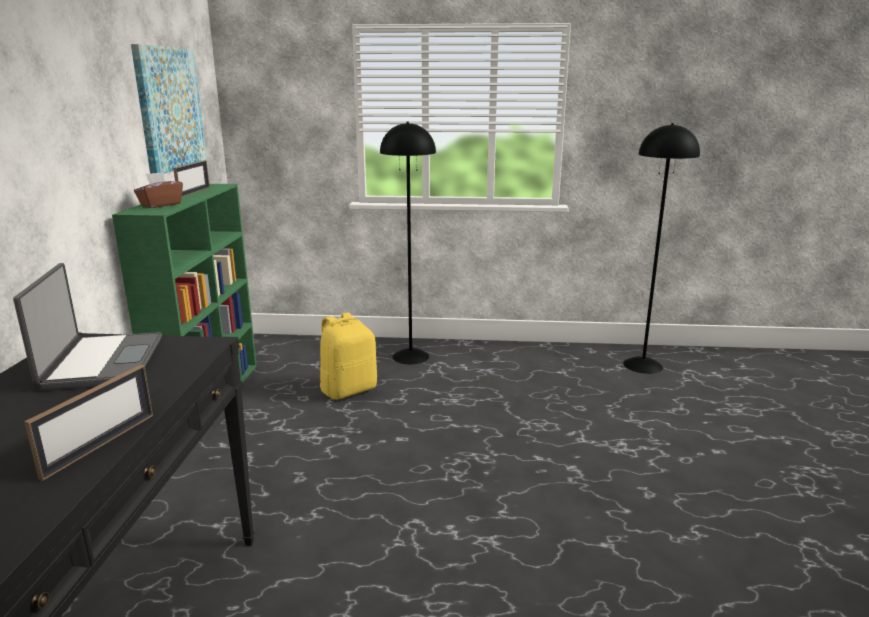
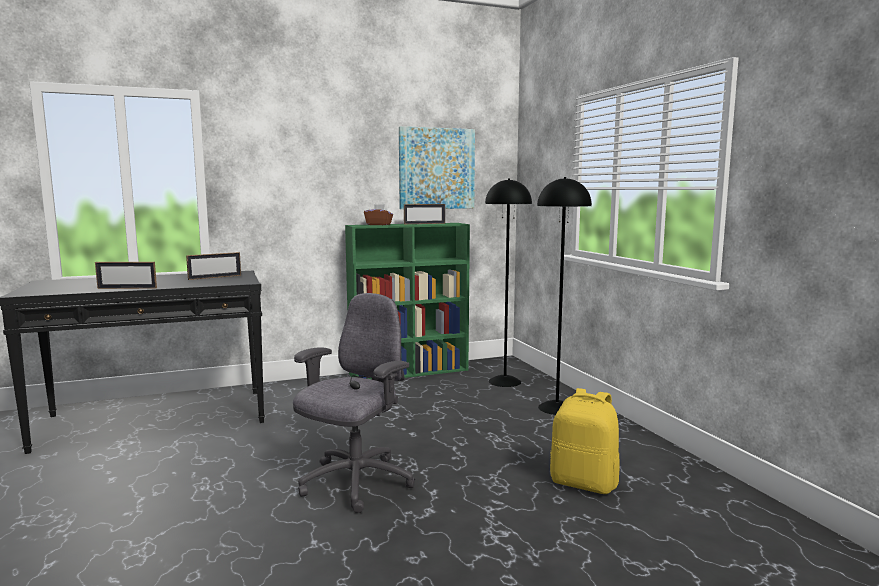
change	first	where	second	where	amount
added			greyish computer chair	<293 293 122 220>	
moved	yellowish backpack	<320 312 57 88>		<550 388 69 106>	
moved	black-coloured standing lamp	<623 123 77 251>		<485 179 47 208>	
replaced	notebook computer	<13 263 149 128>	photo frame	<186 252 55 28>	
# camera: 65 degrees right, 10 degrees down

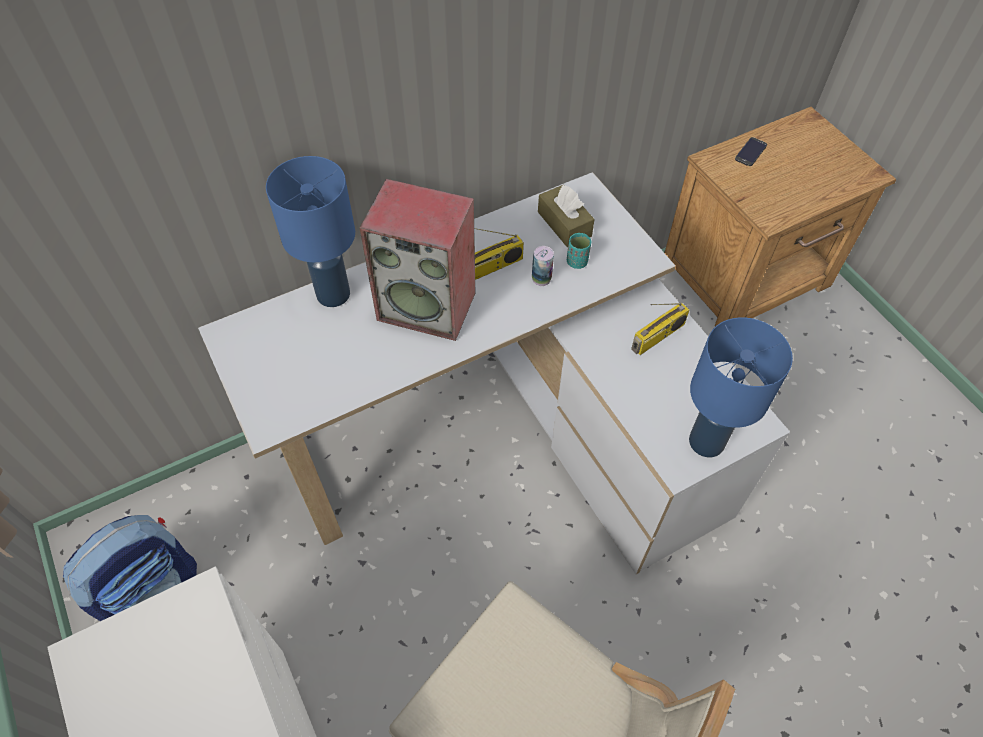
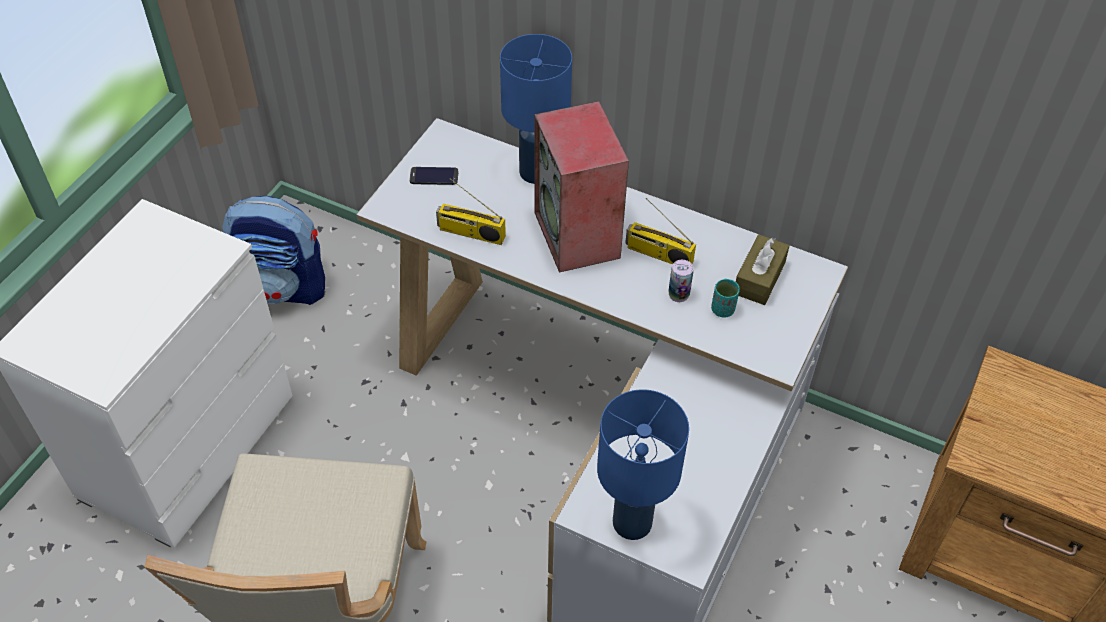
change	first	where	second	where	amount
moved	radio set	<631 302 58 53>		<436 178 70 67>	
moved	telephone	<735 137 32 29>		<409 167 49 18>	
# camera: 55 degrees right, 5 degrees down

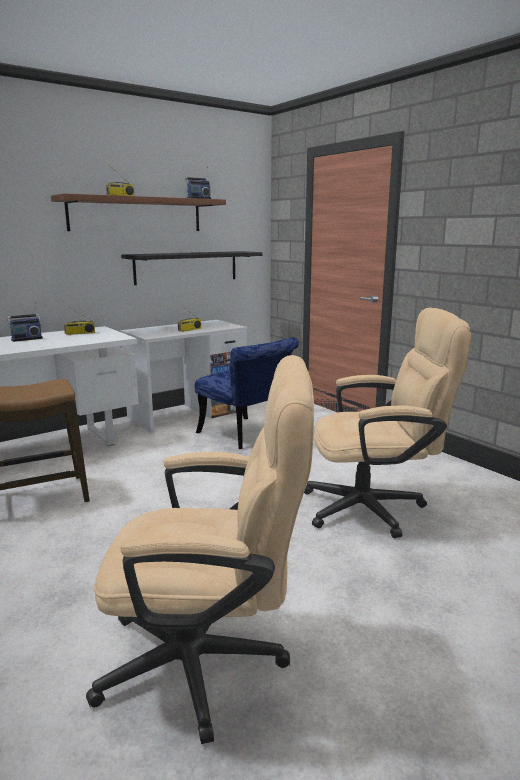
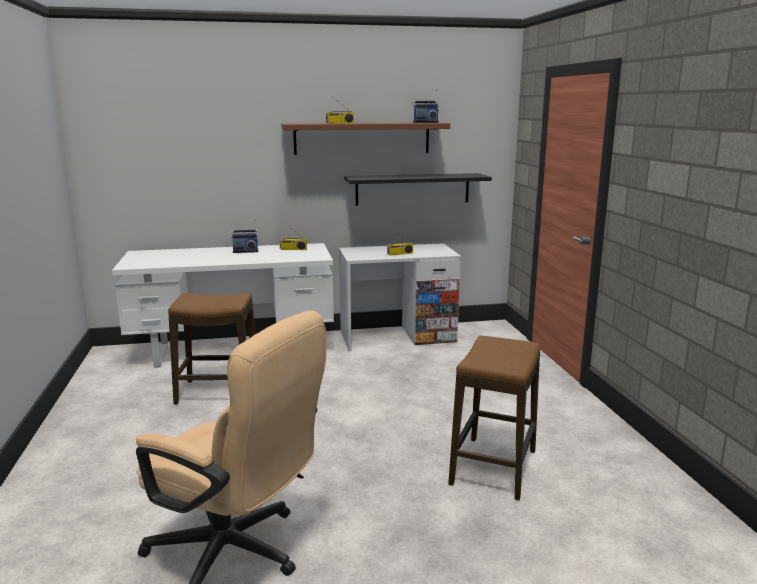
change	first	where	second	where	amount
removed	blue-coloured chair	<195 337 104 112>			
replaced	beige-coloured computer chair	<304 308 167 230>	stool seat	<448 336 93 164>	
# camera: 25 degrees right, 0 degrees up

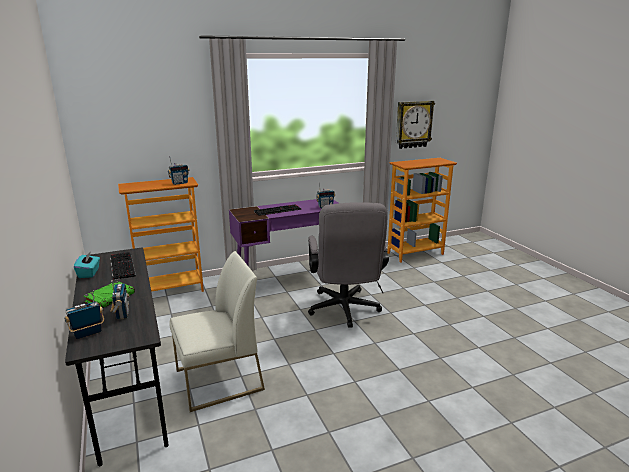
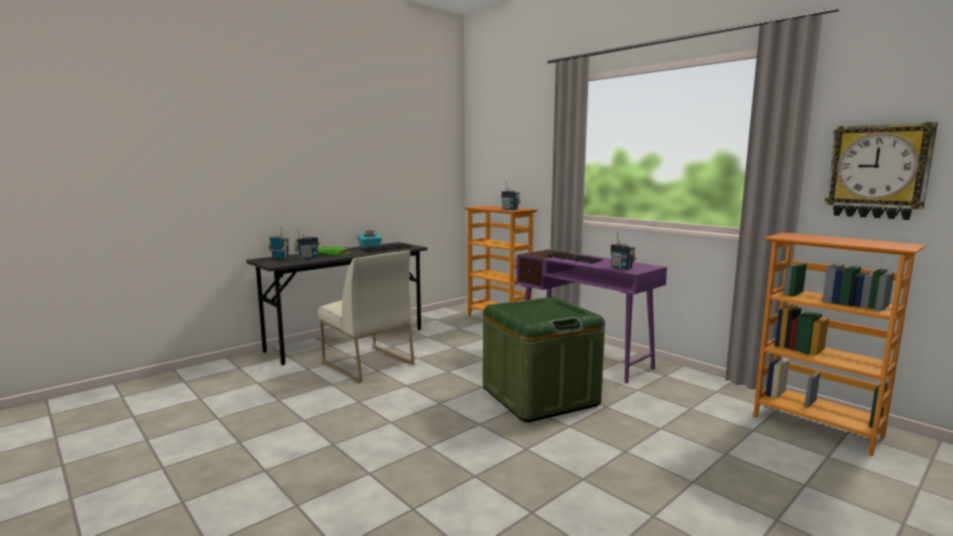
change	first	where	second	where	amount
replaced	greyish computer chair	<308 202 81 126>	greenish storage box	<483 297 122 125>	
# camera: 70 degrees right, 10 degrees down

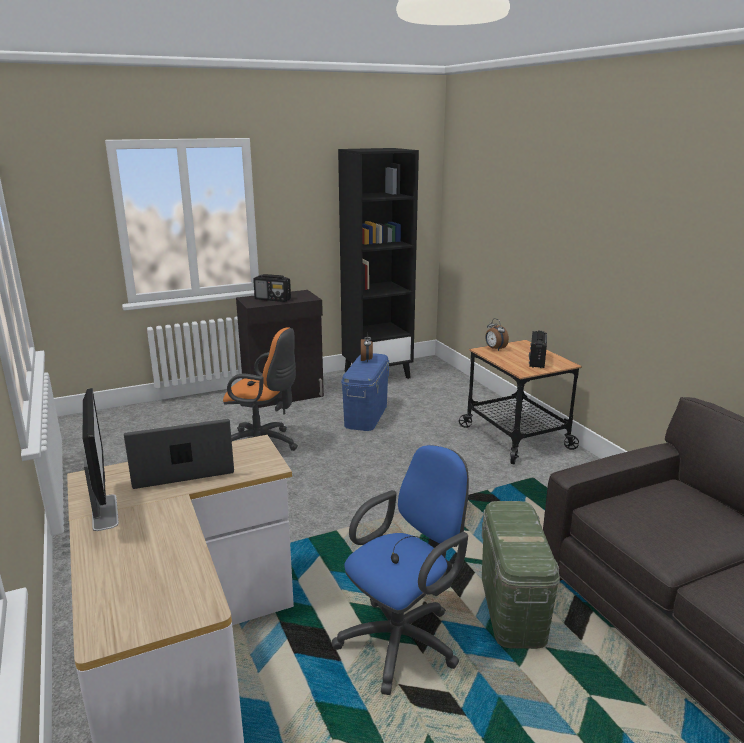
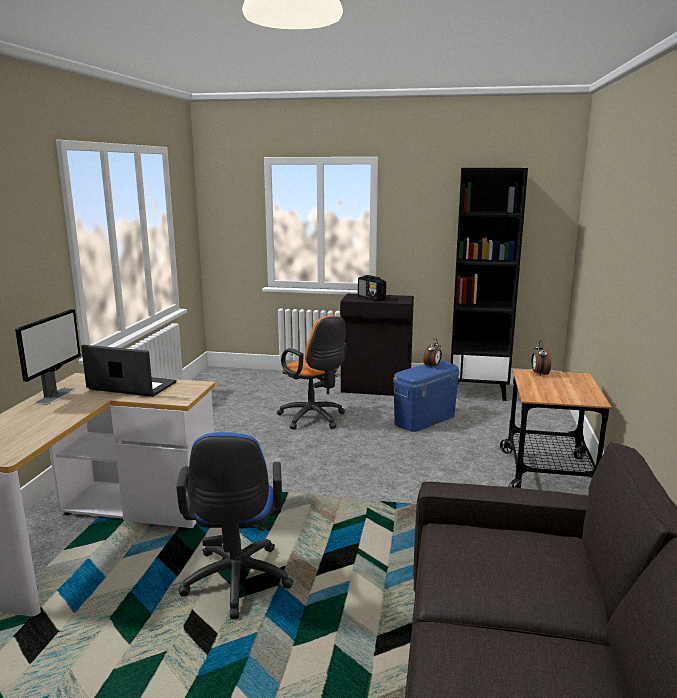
change	first	where	second	where	amount
removed	greenish storage box	<482 501 78 148>			
removed	radio set	<529 331 18 37>			
turned	blue-coloured computer chair	<332 445 137 250>		<176 432 117 187>	90 degrees clockwise
# camera: 35 degrees right, 5 degrees down

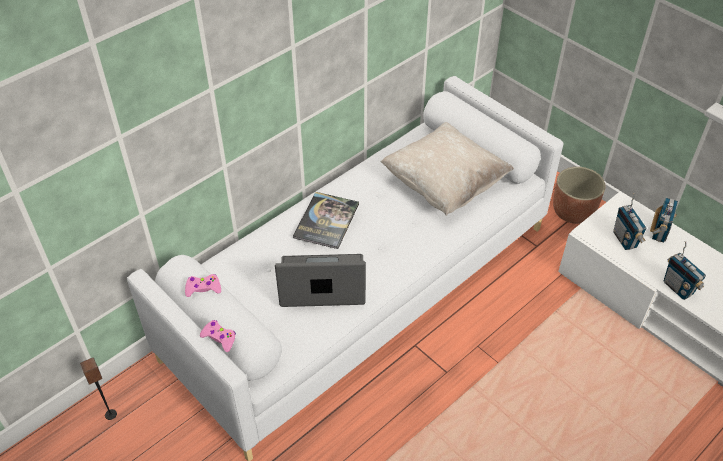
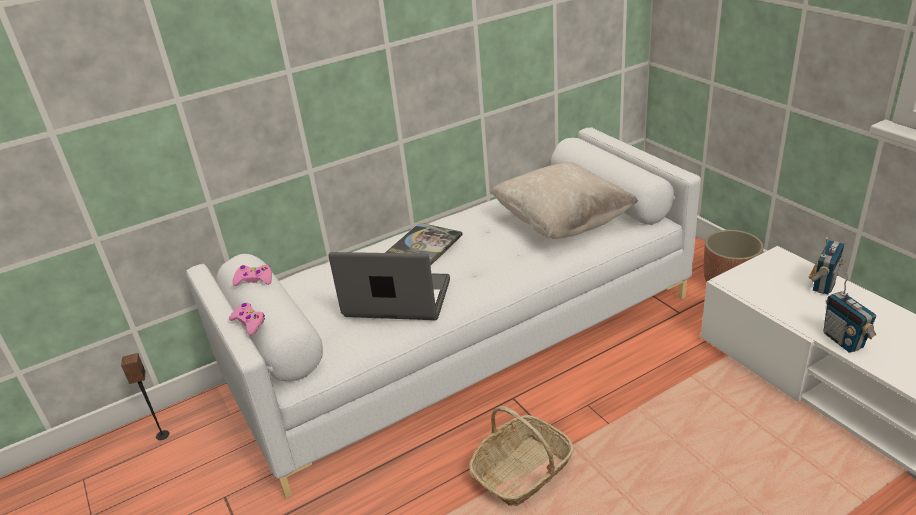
change	first	where	second	where	amount
removed	radio set	<613 193 33 57>			
added			household basket	<469 406 105 100>	
# camera: 15 degrees right, 15 degrees down

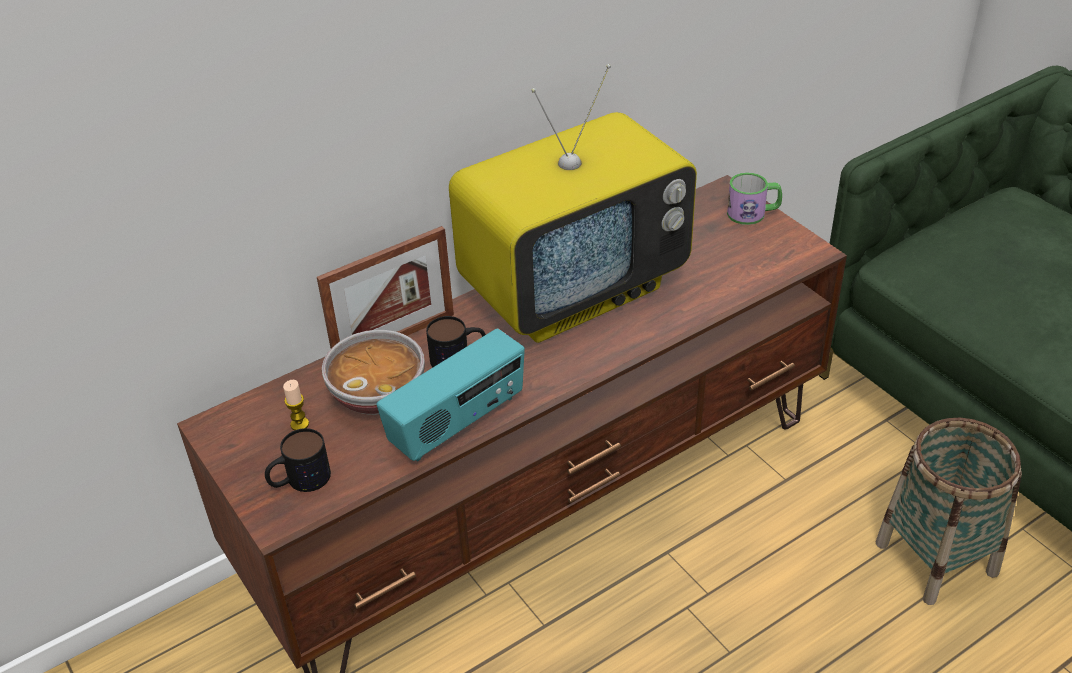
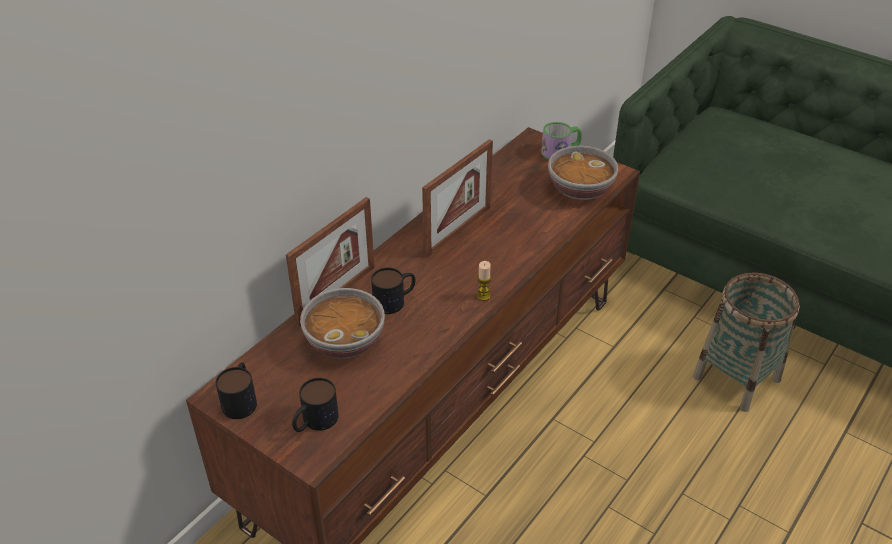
change	first	where	second	where	amount
removed	radio set	<377 328 148 134>			
added			tea mug	<216 362 41 57>	
added			serving bowl	<548 146 70 54>	
moved	wax light	<283 380 26 50>		<477 261 15 40>	
replaced	TV	<449 64 248 279>	photo frame	<422 139 71 119>	
# camera: 20 degrees left, 0 degrees up

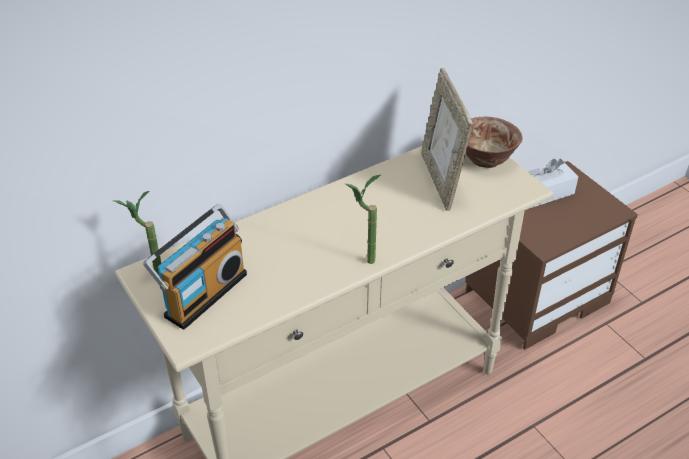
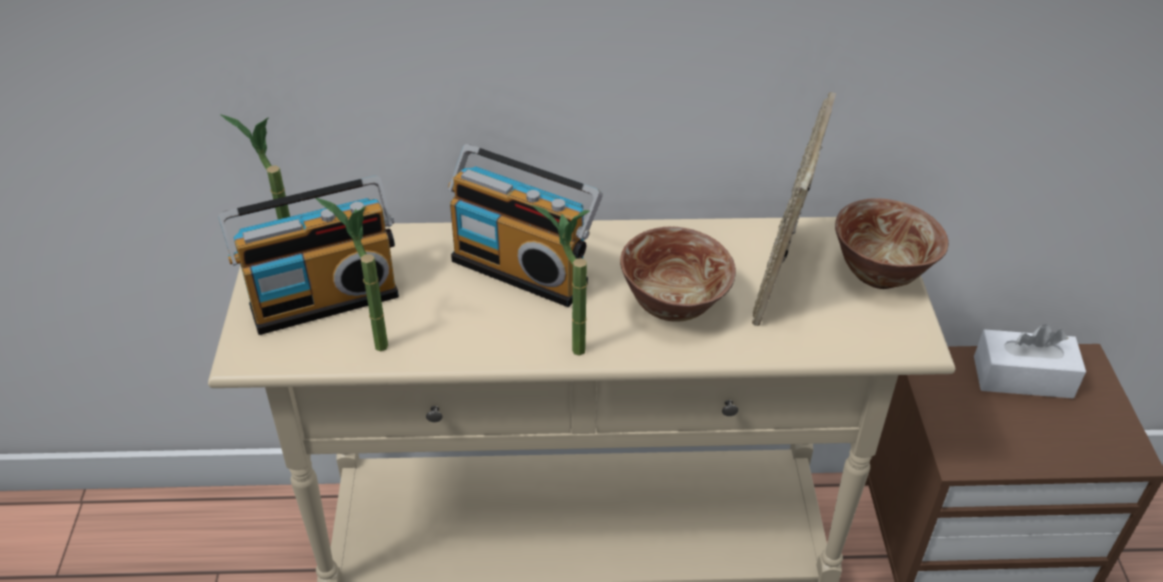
change	first	where	second	where	amount
added			potted plant	<316 198 72 154>	
added			radio set	<448 144 155 163>	
added			serving bowl	<620 227 116 95>	
# camera: 30 degrees right, 0 degrees up

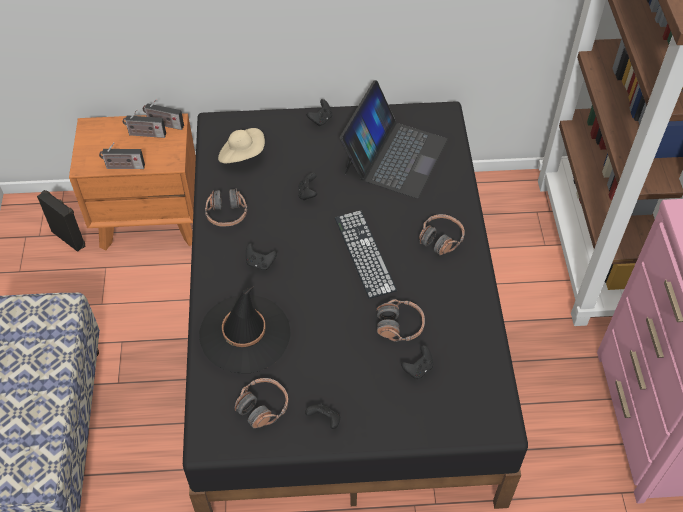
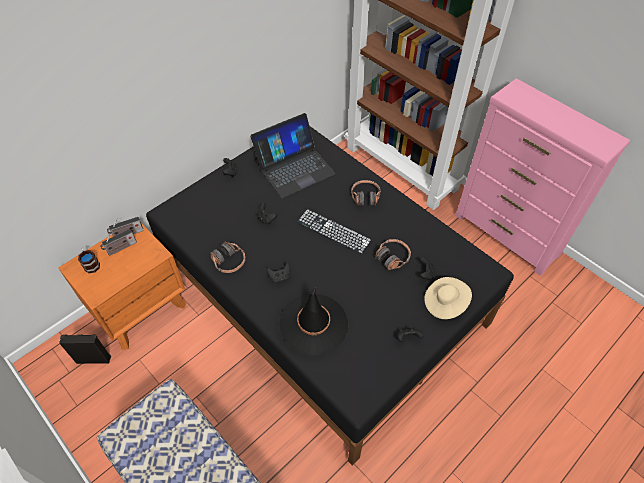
change	first	where	second	where	amount
removed	radio set	<99 143 46 26>			
removed	headphones	<234 378 54 50>			
added			tea mug	<78 248 22 25>	
moved	beige-coloured clothing hat	<218 128 47 36>		<424 277 48 42>	
turned	notebook computer	<340 80 108 118>		<250 113 86 85>	75 degrees clockwise
# camera: 40 degrees left, 0 degrees up

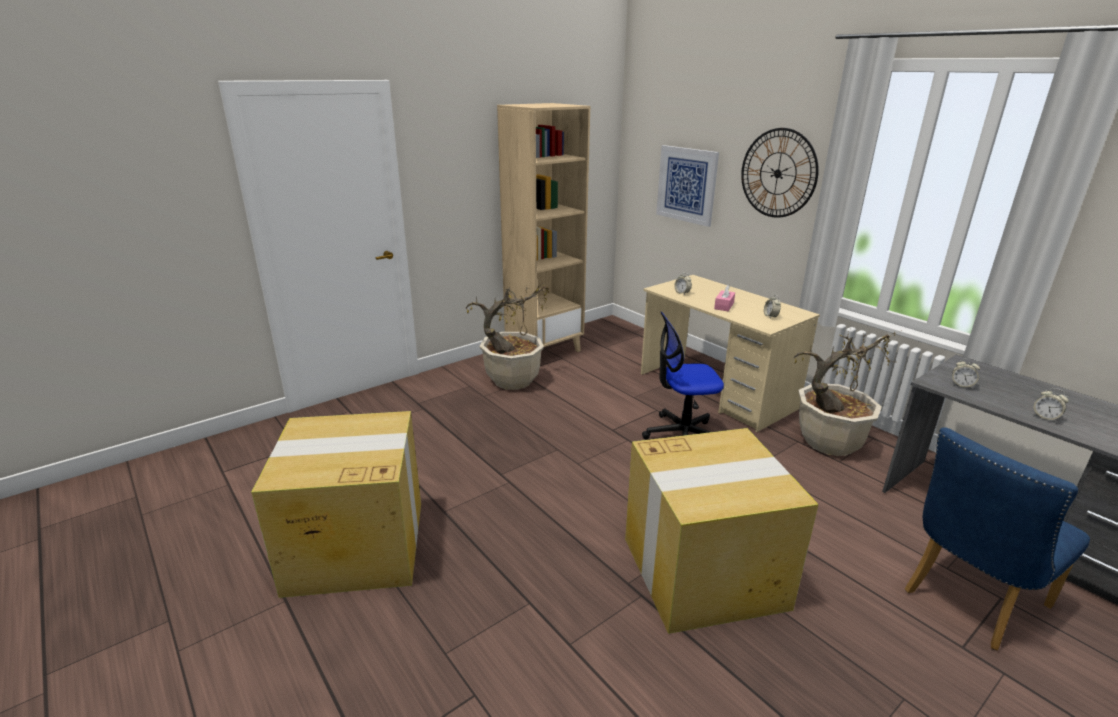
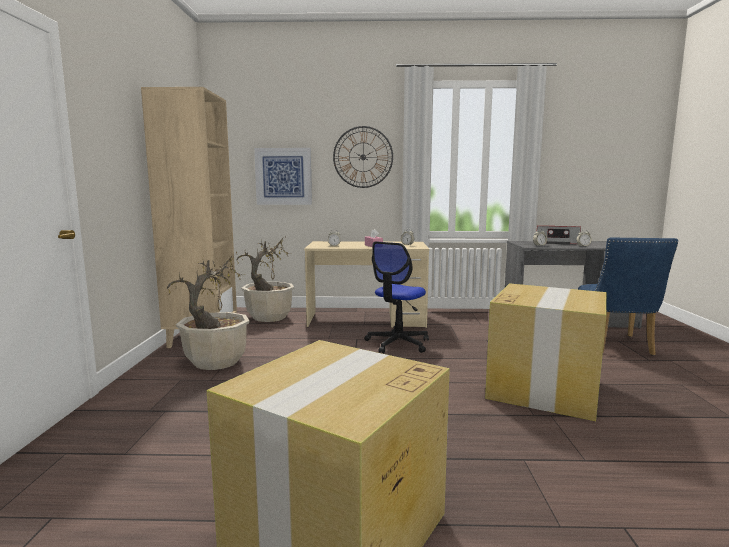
change	first	where	second	where	amount
added			radio set	<536 226 45 18>	
moved	potted plant	<793 330 109 126>		<236 235 58 87>	
# camera: 50 degrees left, 15 degrees down

